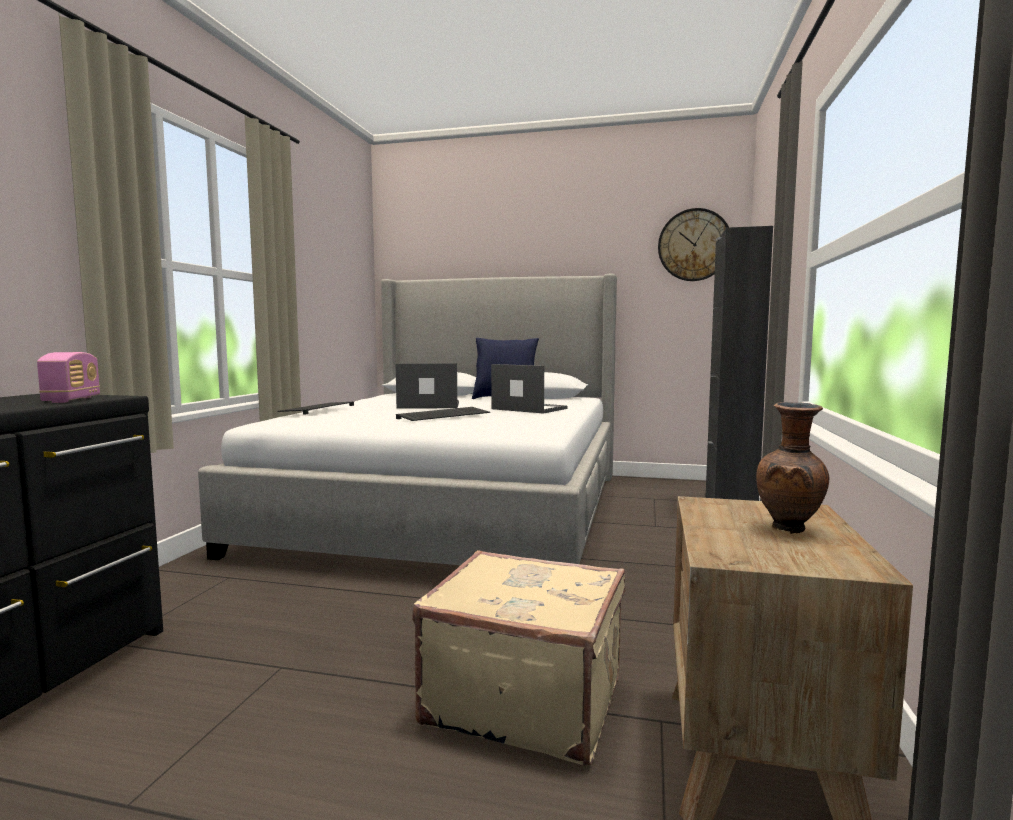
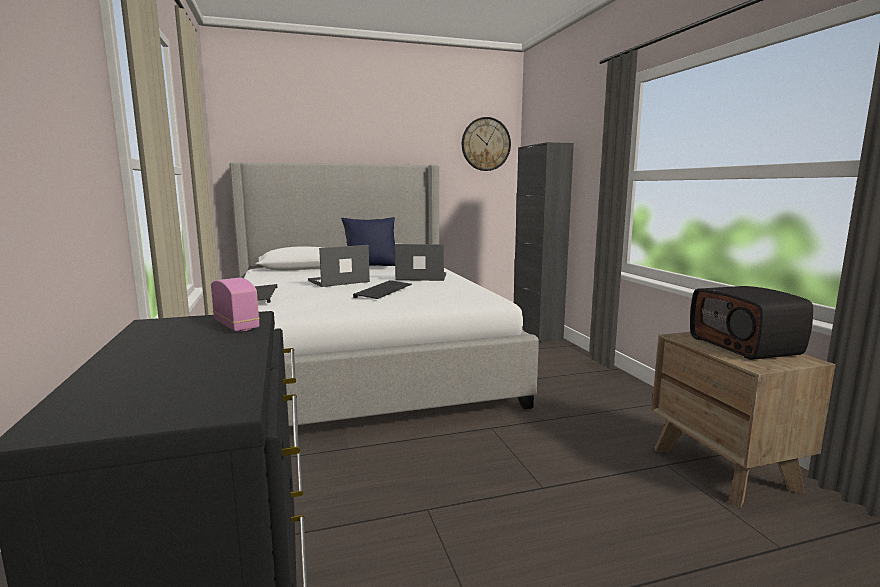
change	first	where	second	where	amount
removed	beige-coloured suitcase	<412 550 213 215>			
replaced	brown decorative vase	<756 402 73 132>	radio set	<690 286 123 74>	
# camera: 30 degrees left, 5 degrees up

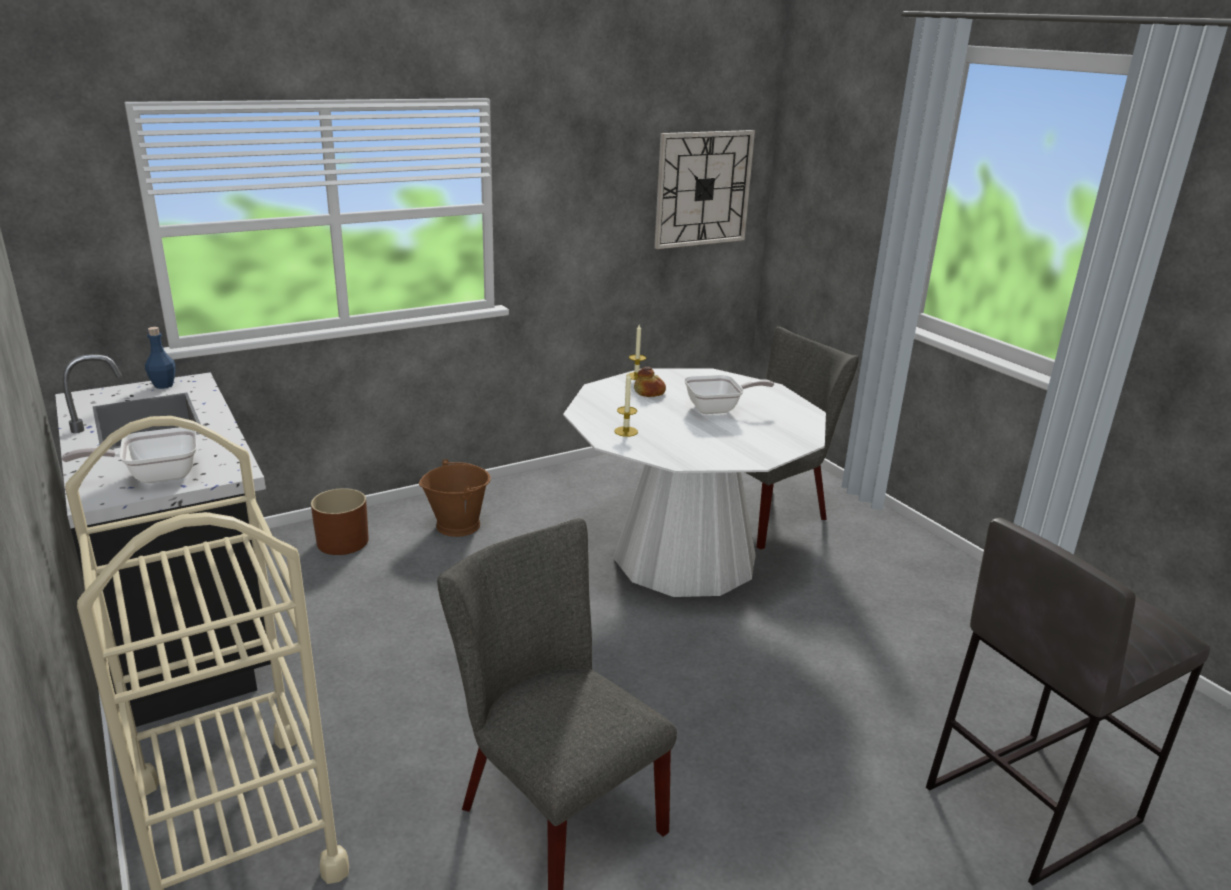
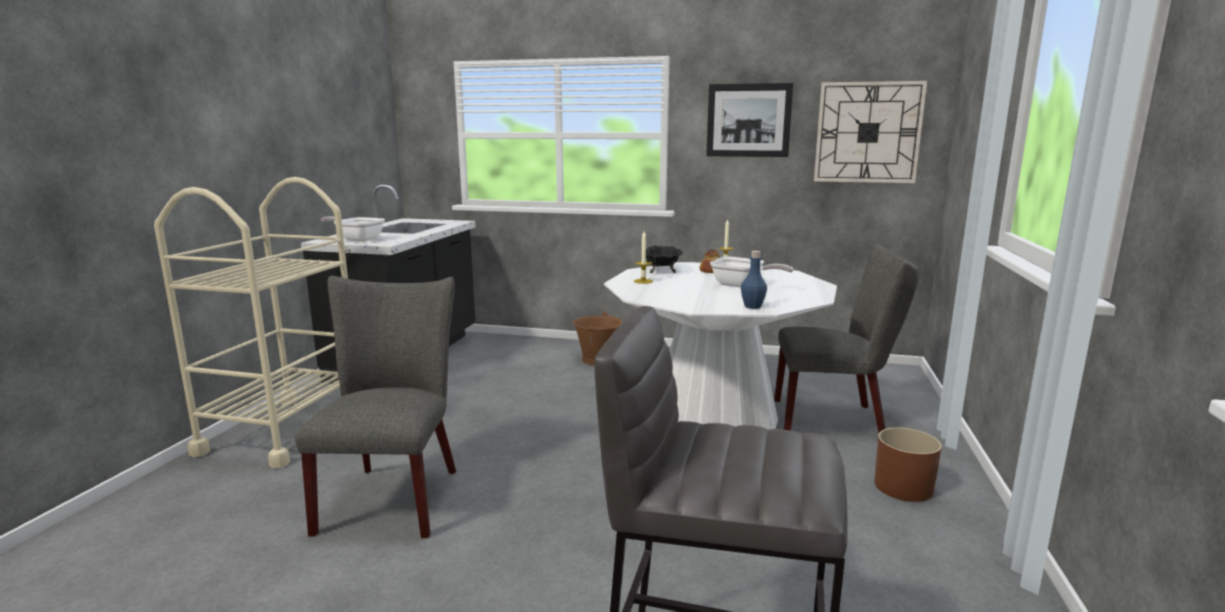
change	first	where	second	where	amount
added			black-coloured serving bowl	<646 245 37 28>	
added			wall picture	<706 83 87 74>	
moved	blue-coloured bottle	<145 327 31 62>		<741 251 26 58>	
moved	brown planter	<311 488 58 67>		<874 427 68 75>	
# camera: 45 degrees right, 10 degrees down

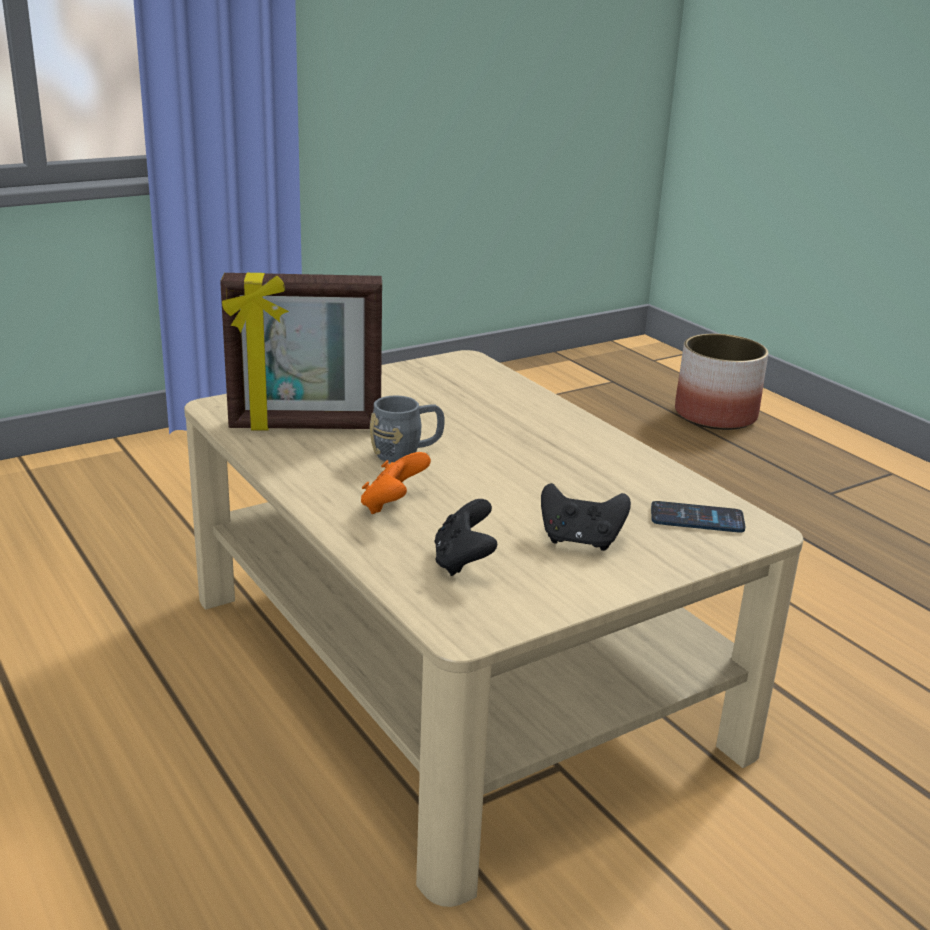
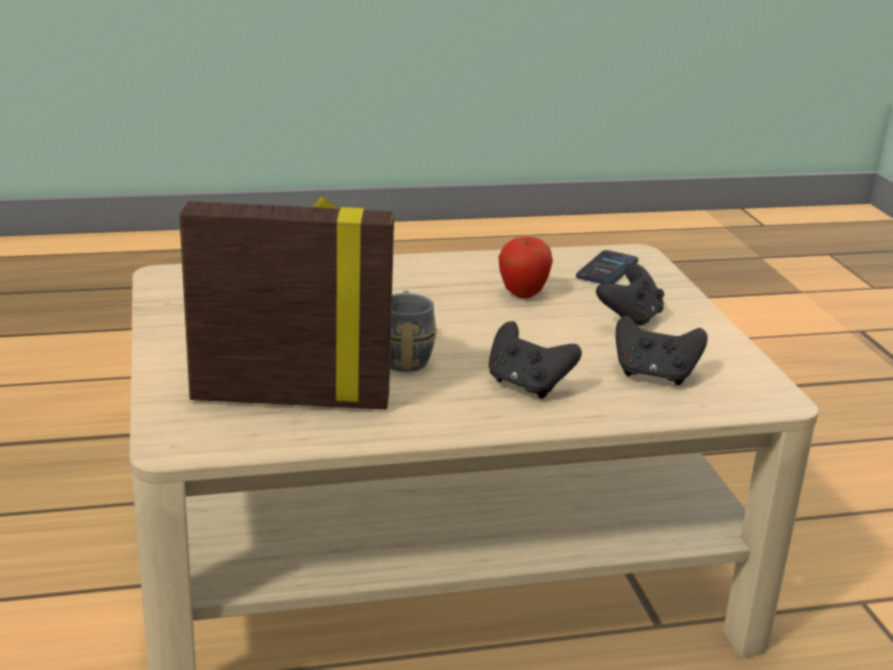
change	first	where	second	where	amount
removed	planter	<675 334 93 96>			
added			apple fruit	<498 237 55 61>	
recoloured	orange joypad	<361 452 70 62>	black-coloured joypad	<488 321 94 77>	
turned	photo frame	<220 273 162 158>		<179 197 215 212>	105 degrees counterclockwise
# camera: 70 degrees left, 0 degrees up

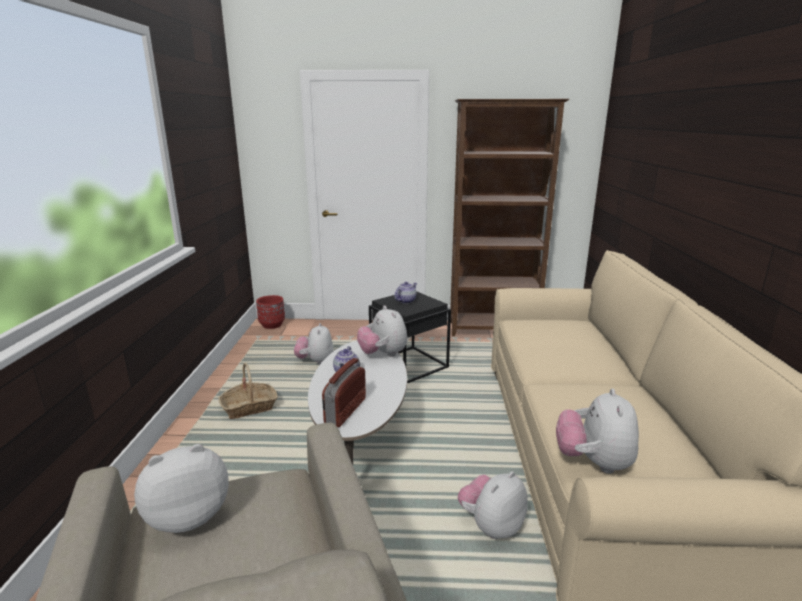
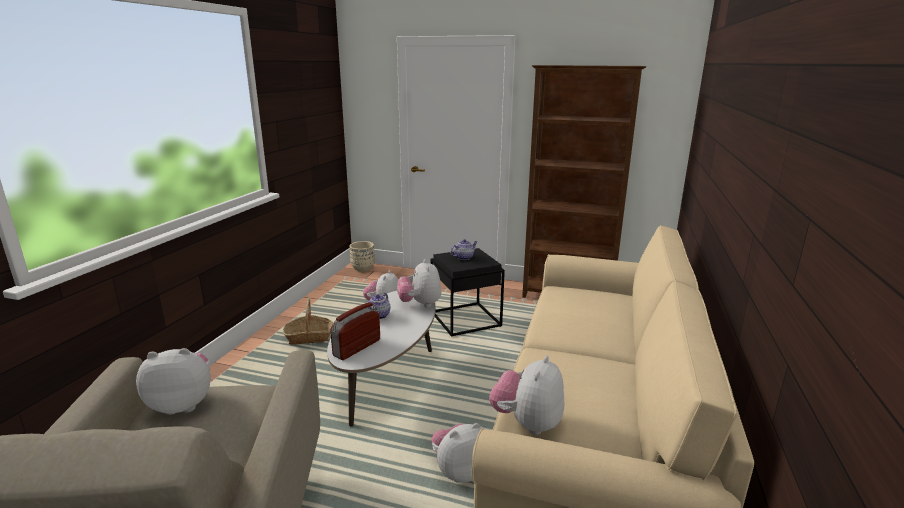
change	first	where	second	where	amount
recoloured	red-coloured planter	<256 295 29 34>	beige-coloured planter	<349 241 26 31>	
# camera: 15 degrees right, 0 degrees up

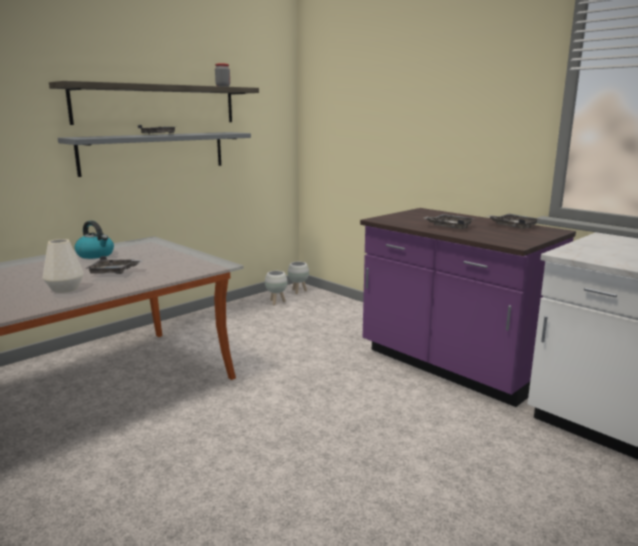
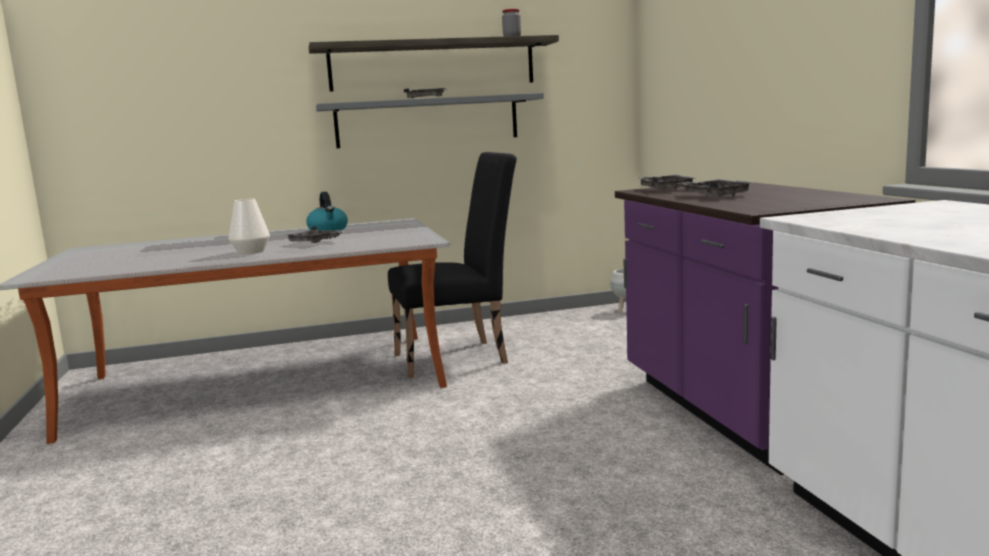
change	first	where	second	where	amount
removed	white-coloured planter	<265 271 23 34>			
added			black-coloured chair	<388 152 129 226>	
moved	greyish carrying tray	<486 214 53 15>		<636 175 60 15>	
# camera: 30 degrees right, 5 degrees down

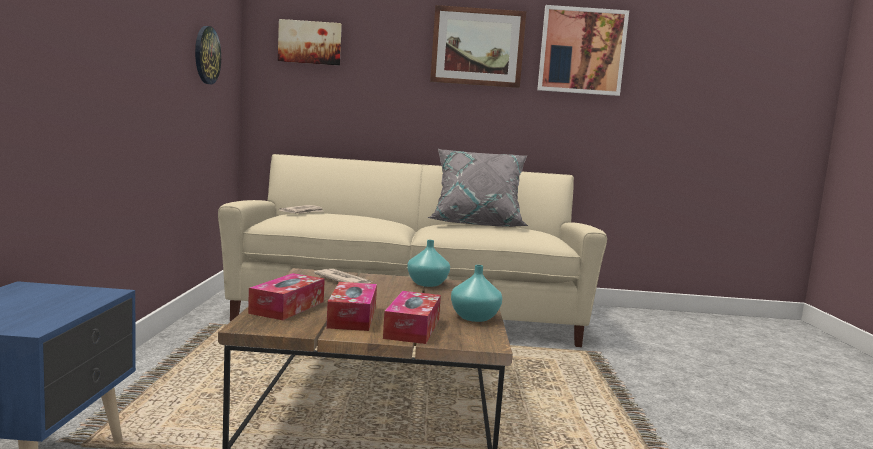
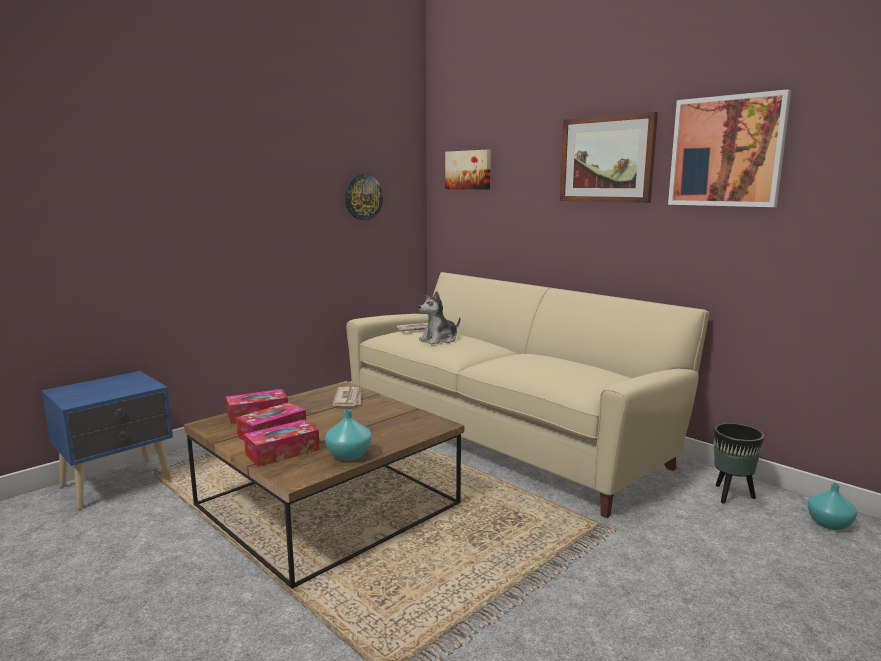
change	first	where	second	where	amount
removed	greyish throw pillow	<427 149 101 78>			
added			soft toy	<419 291 41 54>	
added			black-coloured planter	<714 423 51 81>	
moved	turquoise decorative vase	<407 240 43 47>		<807 483 50 47>	
# camera: 45 degrees right, 5 degrees up

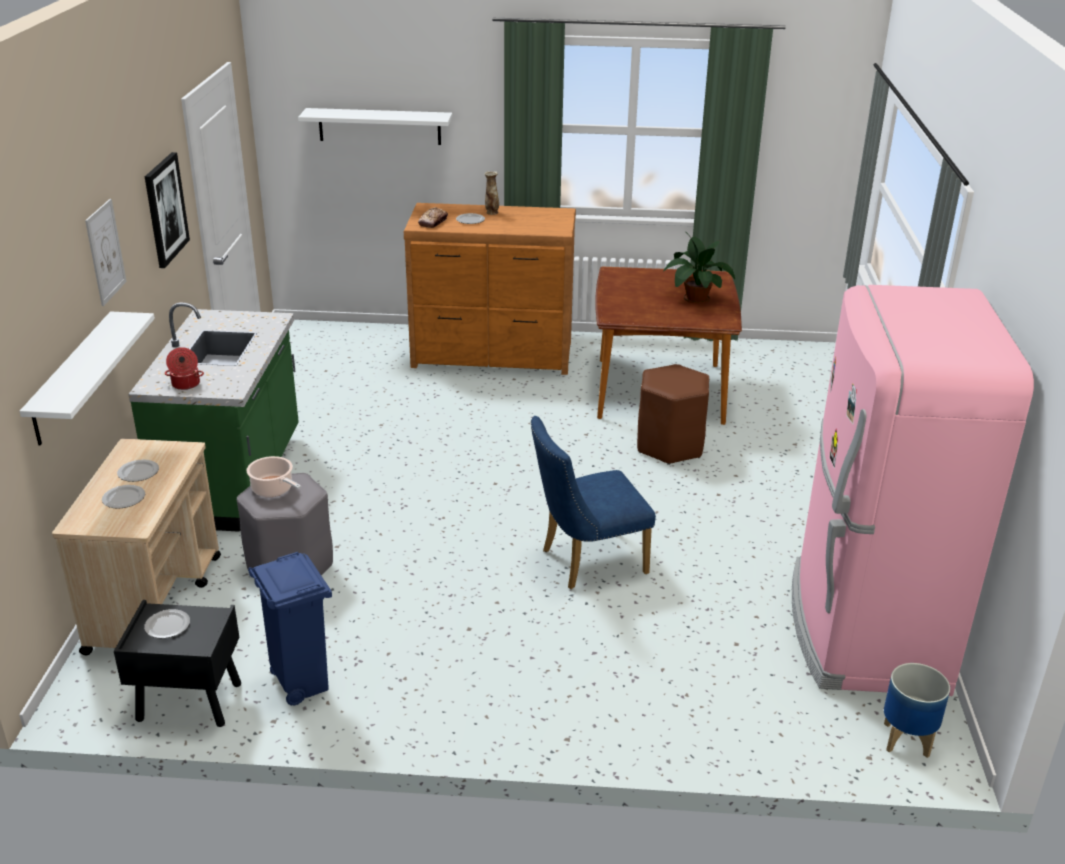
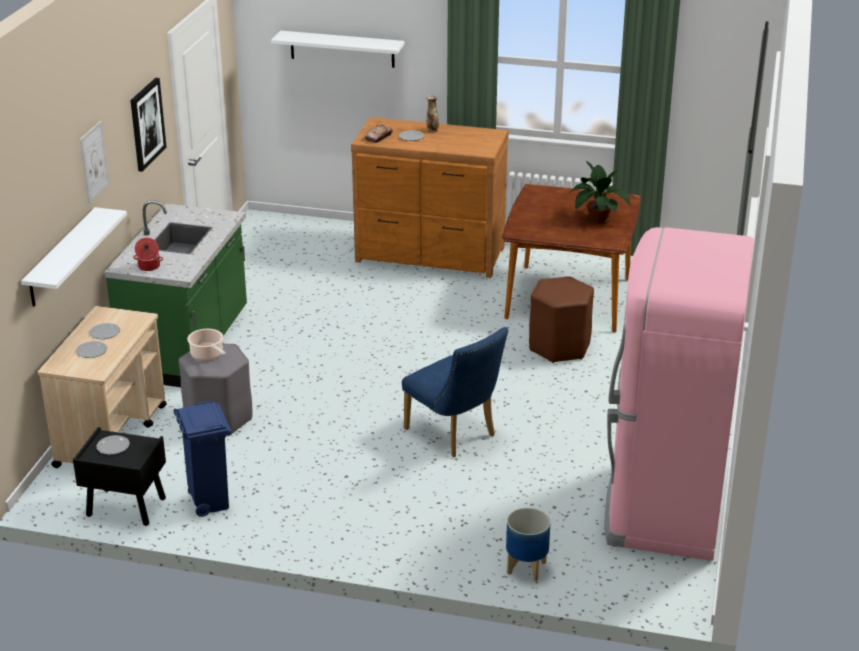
change	first	where	second	where	amount
moved	planter	<884 663 66 95>		<506 508 45 73>	
turned	blue-coloured chair	<531 416 125 173>		<402 327 106 130>	120 degrees counterclockwise
# camera: 10 degrees right, 0 degrees up

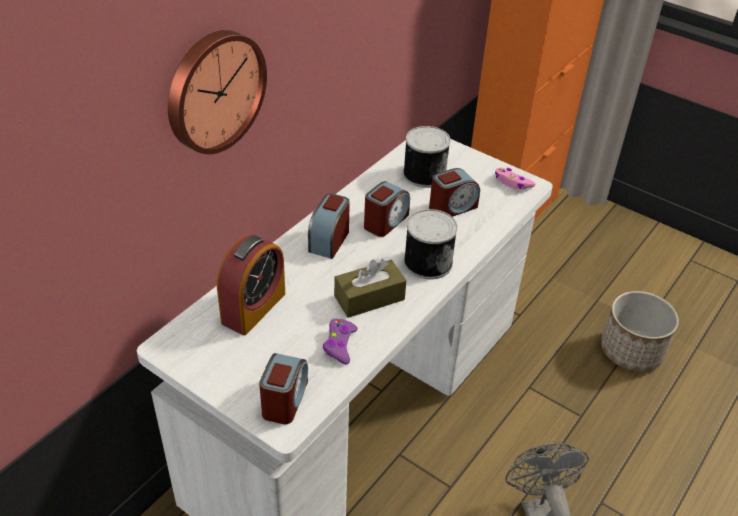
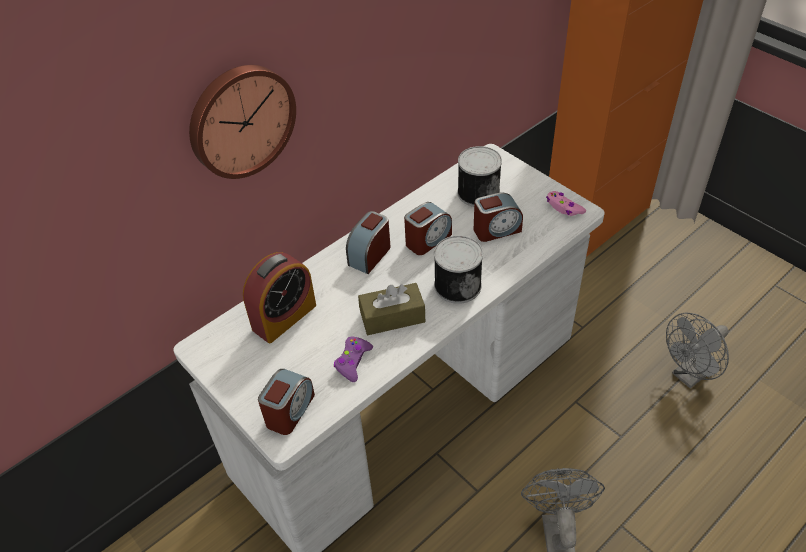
change	first	where	second	where	amount
replaced	planter	<601 291 78 81>	greyish electric fan	<666 312 63 76>	
# camera: 15 degrees right, 5 degrees up

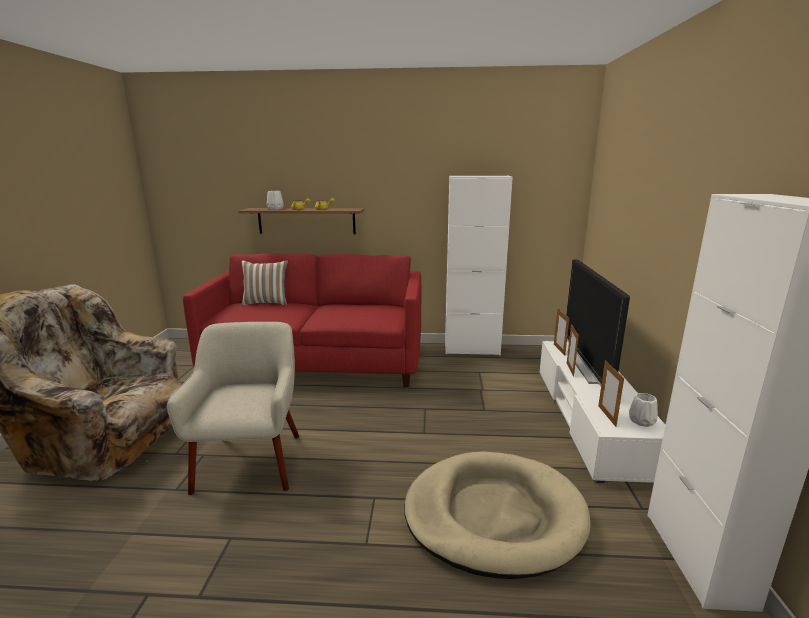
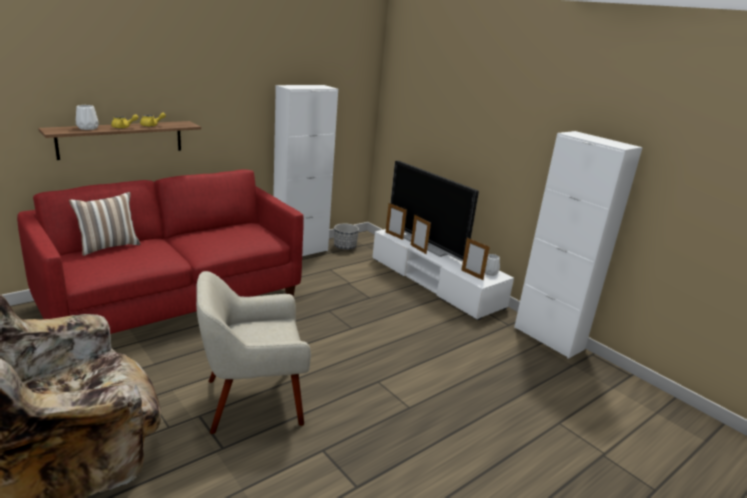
change	first	where	second	where	amount
removed	beige-coloured dog cushion	<404 451 186 128>			
added			planter	<334 223 25 27>	
turned	beige-coloured lounge chair	<167 322 132 173>		<196 271 115 163>	60 degrees counterclockwise
# camera: 45 degrees left, 5 degrees up

